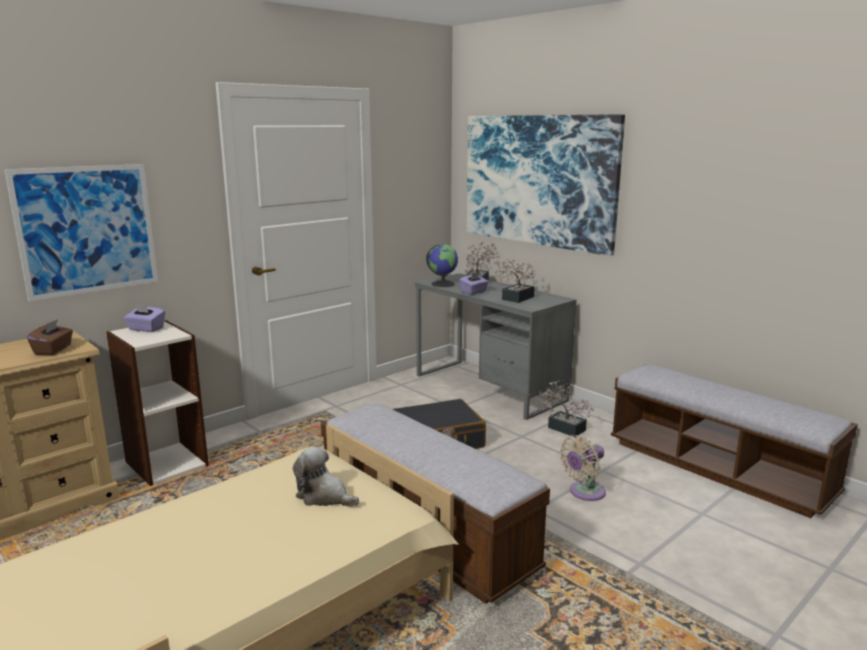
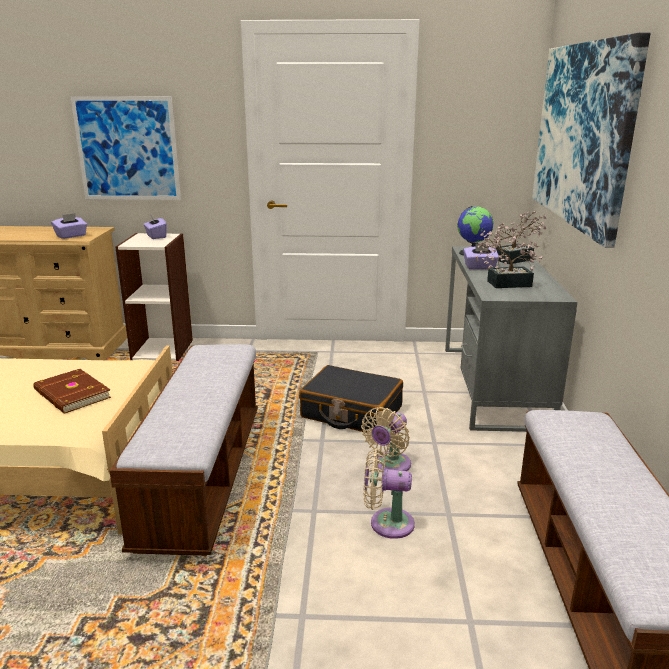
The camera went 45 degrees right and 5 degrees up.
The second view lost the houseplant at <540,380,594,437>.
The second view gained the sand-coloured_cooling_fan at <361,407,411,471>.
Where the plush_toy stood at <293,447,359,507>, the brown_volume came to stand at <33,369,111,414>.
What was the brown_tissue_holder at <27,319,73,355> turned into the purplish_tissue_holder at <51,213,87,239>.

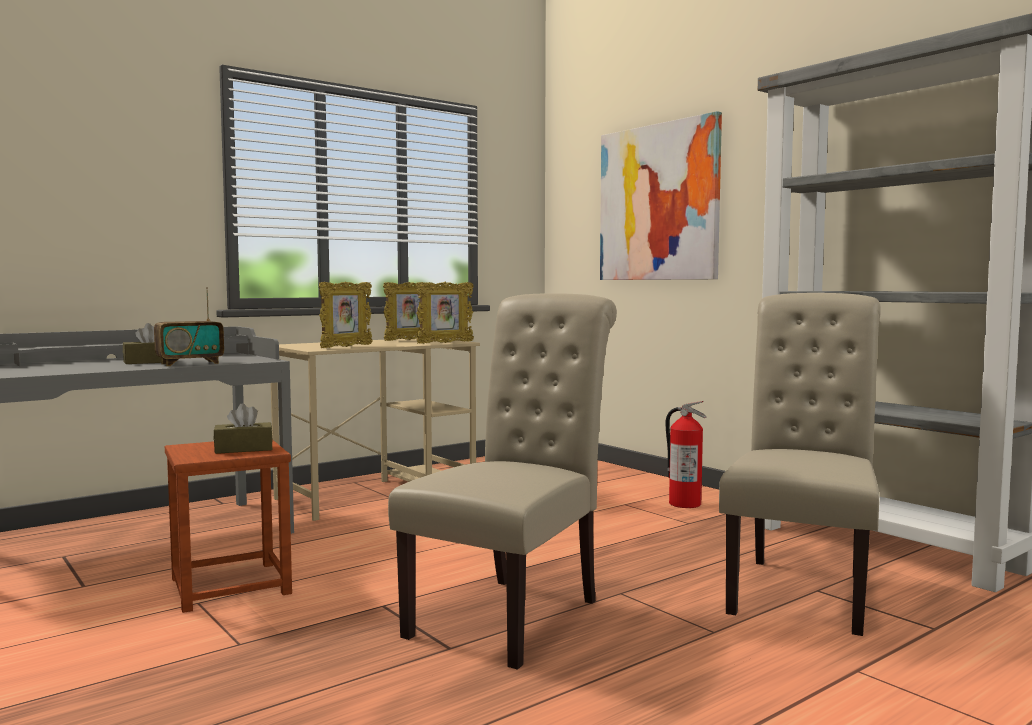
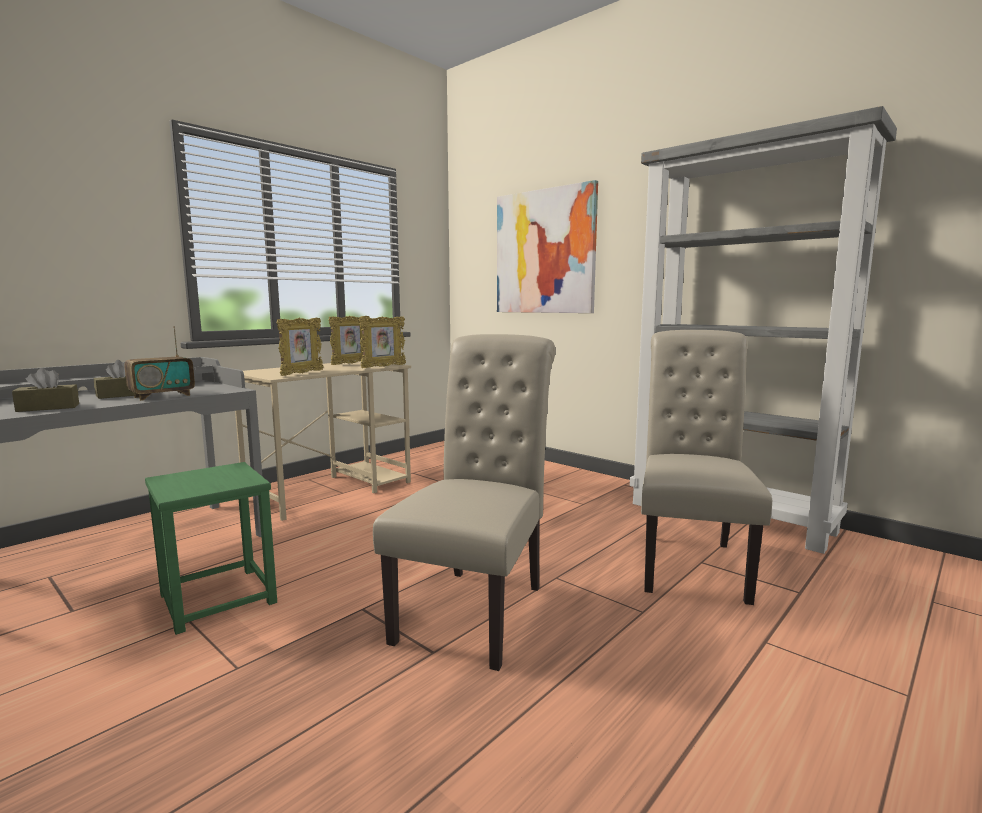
The camera went 10 degrees left and 5 degrees up.
The second view lost the fire-fighting_cylinder at <665,401,707,508>.
The brown_tissue_holder ended up elsewhere, having gone from <213,403,273,454> to <12,368,79,412>.
What was the brown_stool_seat at <165,440,292,613> turned into the green-coloured_stool_seat at <145,462,277,635>.

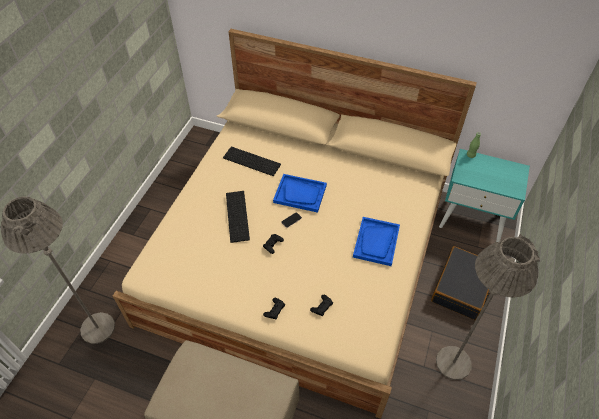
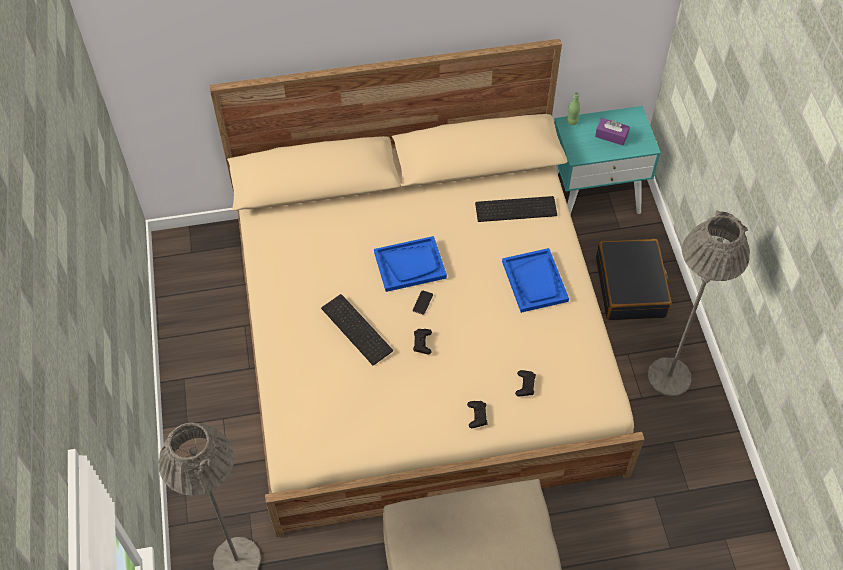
The camera went 30 degrees left and 5 degrees up.
The second view gained the purplish_tissue_holder at <595,118,630,145>.
The PC_keyboard ended up elsewhere, having gone from <223,147,281,176> to <475,196,557,222>.

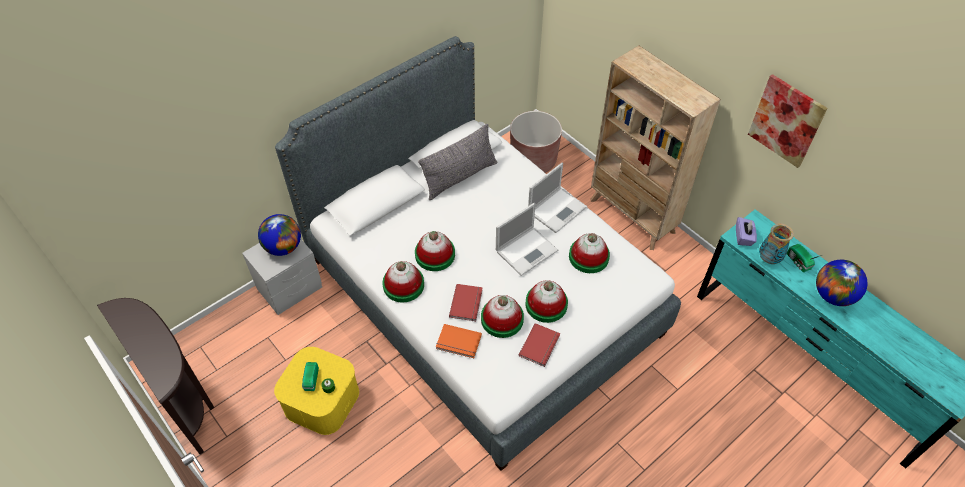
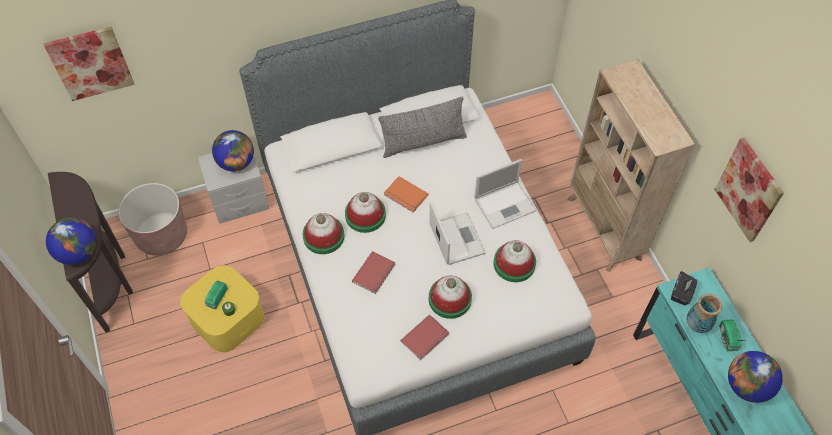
The camera went 20 degrees right and 5 degrees up.
The second view lost the hat at <481,295,524,338>.
The second view gained the wall_picture at <44,26,134,101>.
The second view gained the globe at <46,218,96,265>.
The orange-coloured_volume ended up elsewhere, having gone from <436,324,482,358> to <384,176,428,213>.
The brown_plant_pot ended up elsewhere, having gone from <510,111,562,173> to <118,183,187,256>.
What was the purplish_tissue_holder at <736,217,757,246> turned into the black-coloured_tissue_holder at <671,271,697,305>.
The laptop at <496,203,558,276> ended up facing another way, 90 degrees counterclockwise from before.

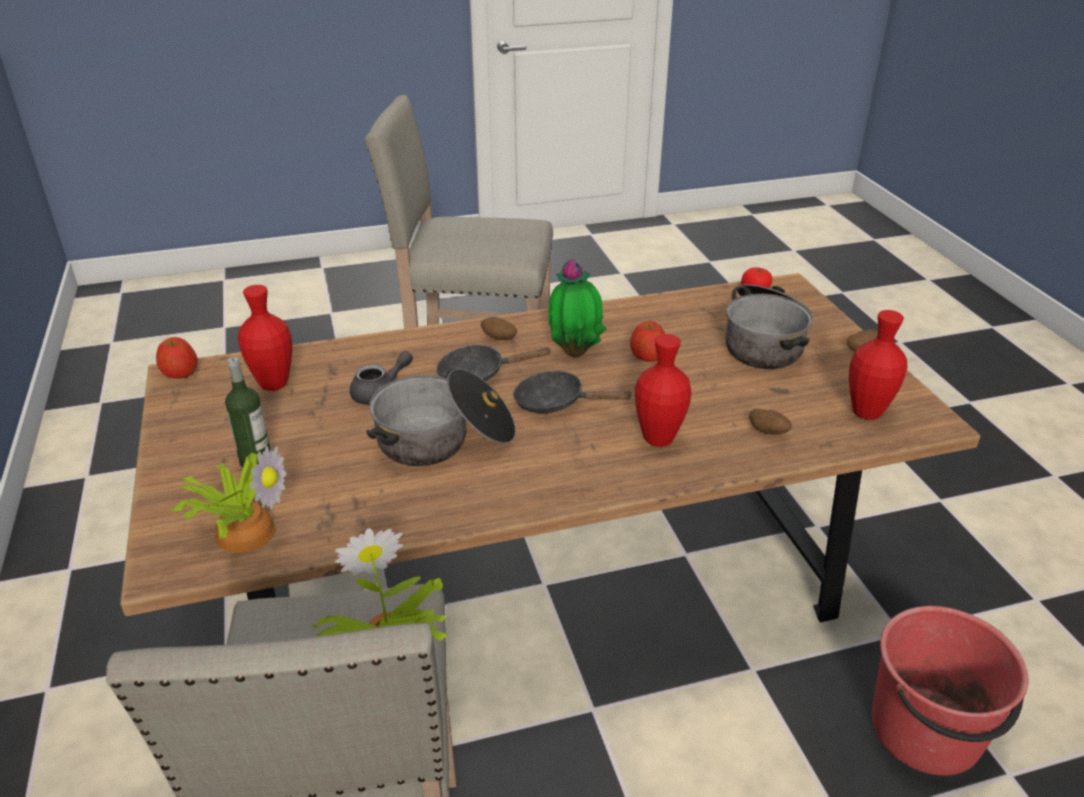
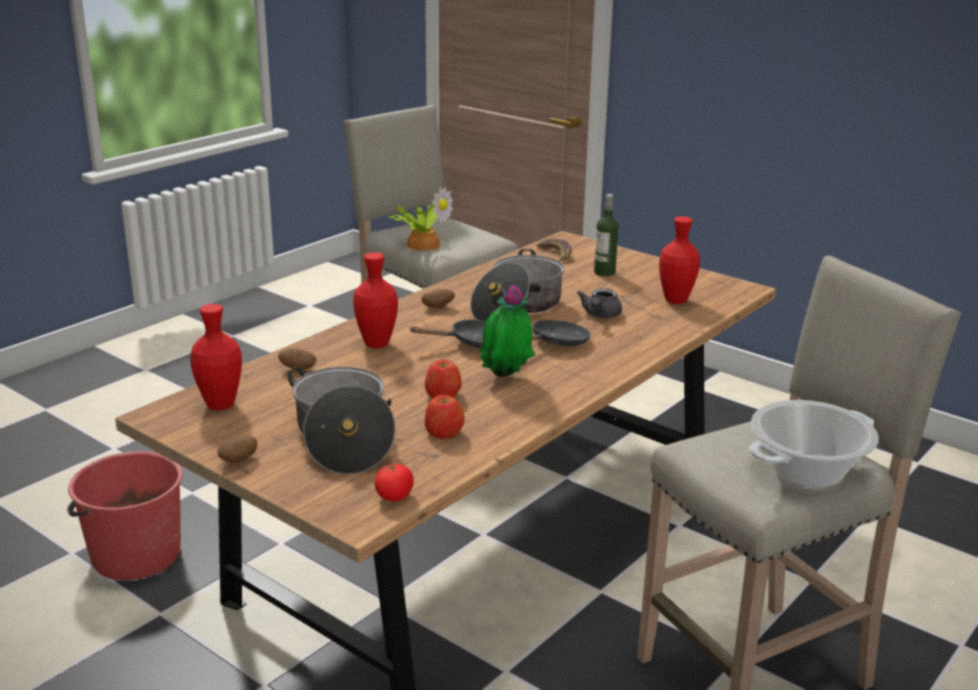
The camera went 145 degrees right and 10 degrees down.
The second view gained the cooking_pot at <749,400,879,487>.
The apple_fruit ended up elsewhere, having gone from <156,337,198,379> to <425,395,465,439>.
The whole_potato ended up elsewhere, having gone from <481,317,517,340> to <421,289,455,308>.
Where the houseplant stood at <169,446,287,553>, the banana_fruit came to stand at <537,239,572,262>.

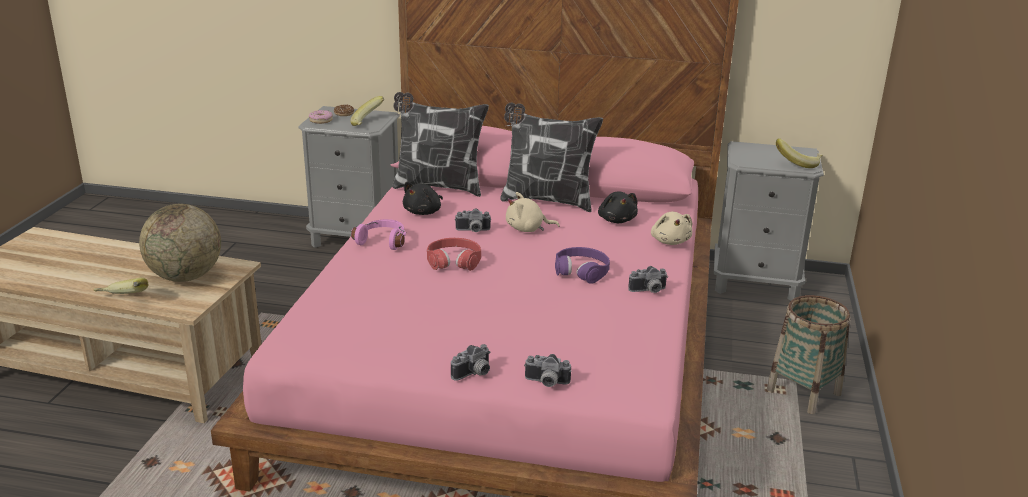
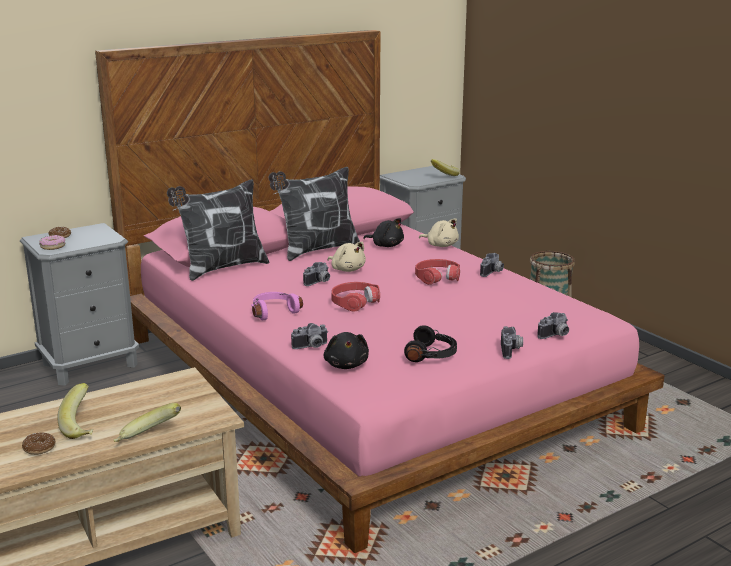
The camera went 45 degrees left and 5 degrees down.
The second view lost the globe at <139,204,221,282>.
The second view gained the doughnut at <22,432,56,455>.
The second view gained the still_camera at <291,323,328,349>.
The second view gained the black-coloured_headset at <404,325,457,362>.
The banana_fruit ended up elsewhere, having gone from <350,96,384,126> to <58,383,93,439>.
The black-coloured_plush_toy ended up elsewhere, having gone from <403,182,443,215> to <324,332,369,369>.
What was the purplish_headset at <555,247,610,283> turned into the red-coloured_headset at <415,259,460,285>.
The sand-coloured_plush_toy at <506,192,560,232> ended up facing another way, 90 degrees counterclockwise from before.

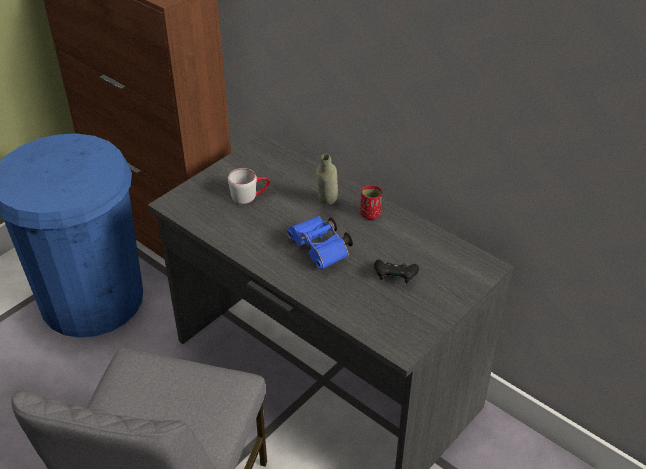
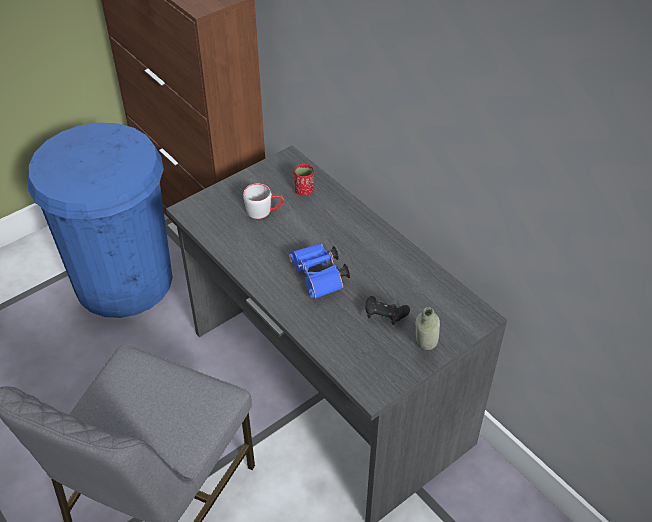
The camera went 10 degrees right and 5 degrees up.
The gray_bottle ended up elsewhere, having gone from <316,154,338,205> to <416,307,440,350>.
The red-coloured_cup ended up elsewhere, having gone from <360,185,382,219> to <294,164,314,196>.

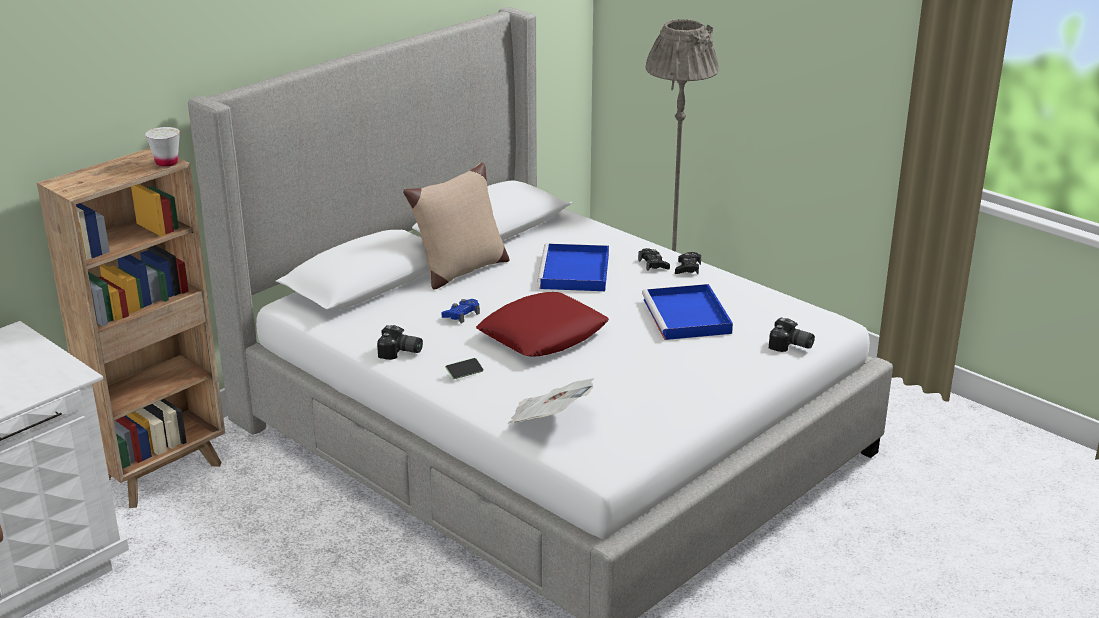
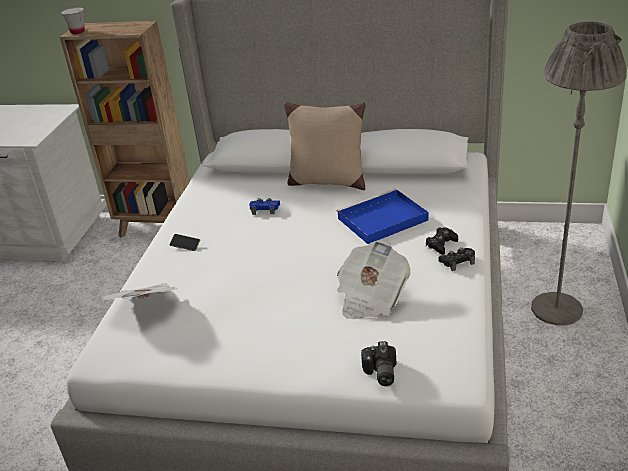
The camera went 60 degrees right and 5 degrees up.
The second view lost the still_camera at <377,325,423,360>.
The second view lost the red-coloured_cushion at <476,292,609,357>.
The whitish_cup ended up elsewhere, having gone from <145,127,180,167> to <61,8,85,34>.
Where the bluish_tray stood at <642,284,733,340>, the daily_paper came to stand at <337,240,411,319>.

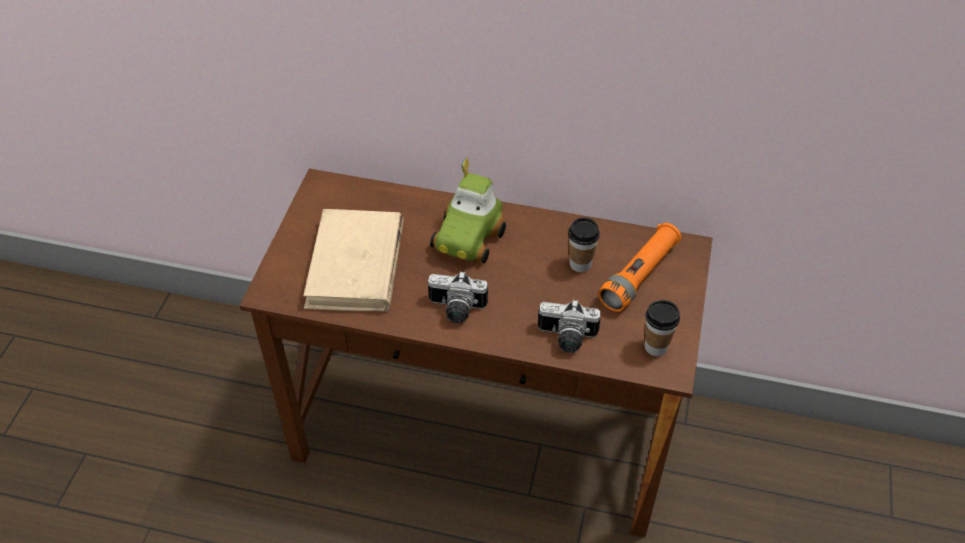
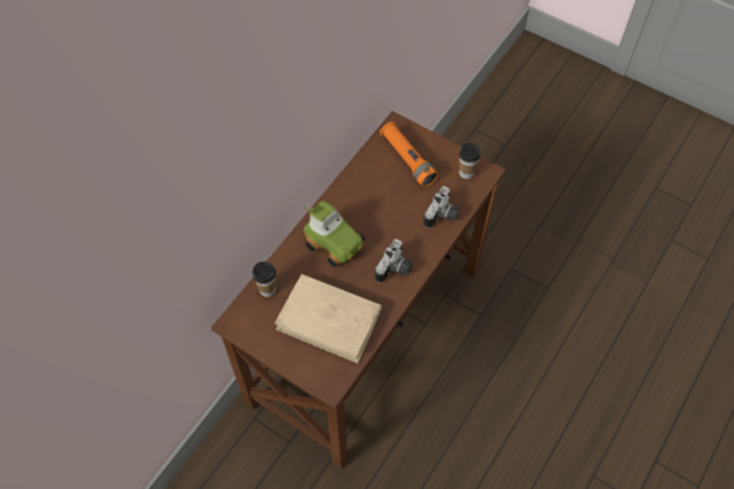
The camera went 70 degrees left and 10 degrees up.
The cup ended up elsewhere, having gone from <568,217,600,272> to <252,262,276,297>.

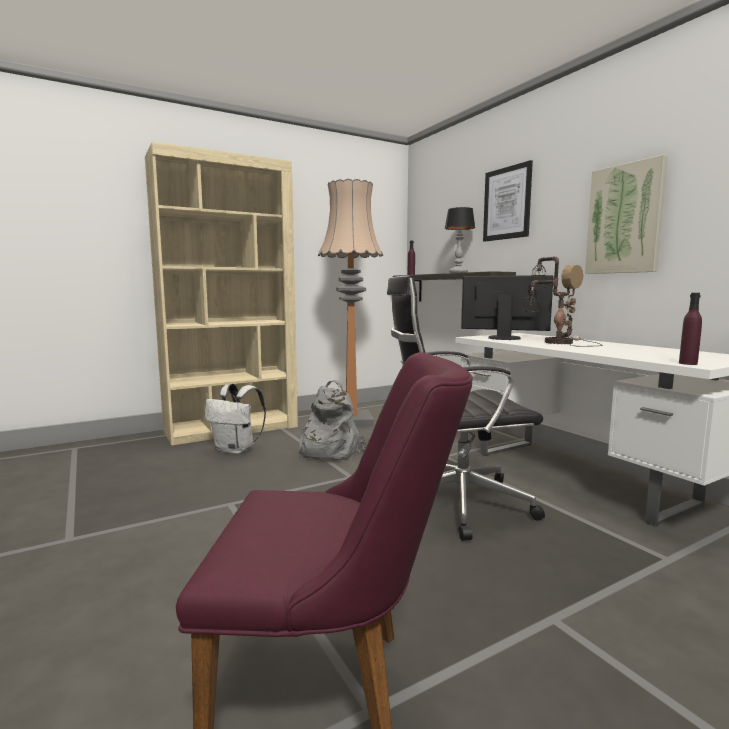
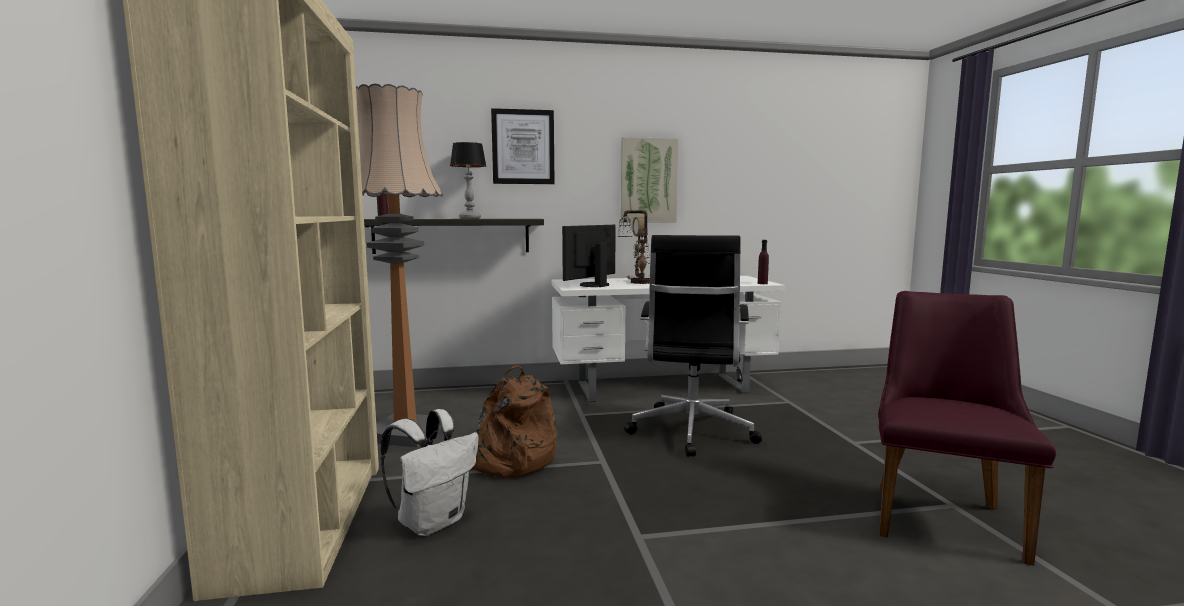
The camera went 70 degrees left and 0 degrees up.
What was the gray_backpack at <298,380,366,461> turned into the brown_backpack at <471,365,557,478>.

